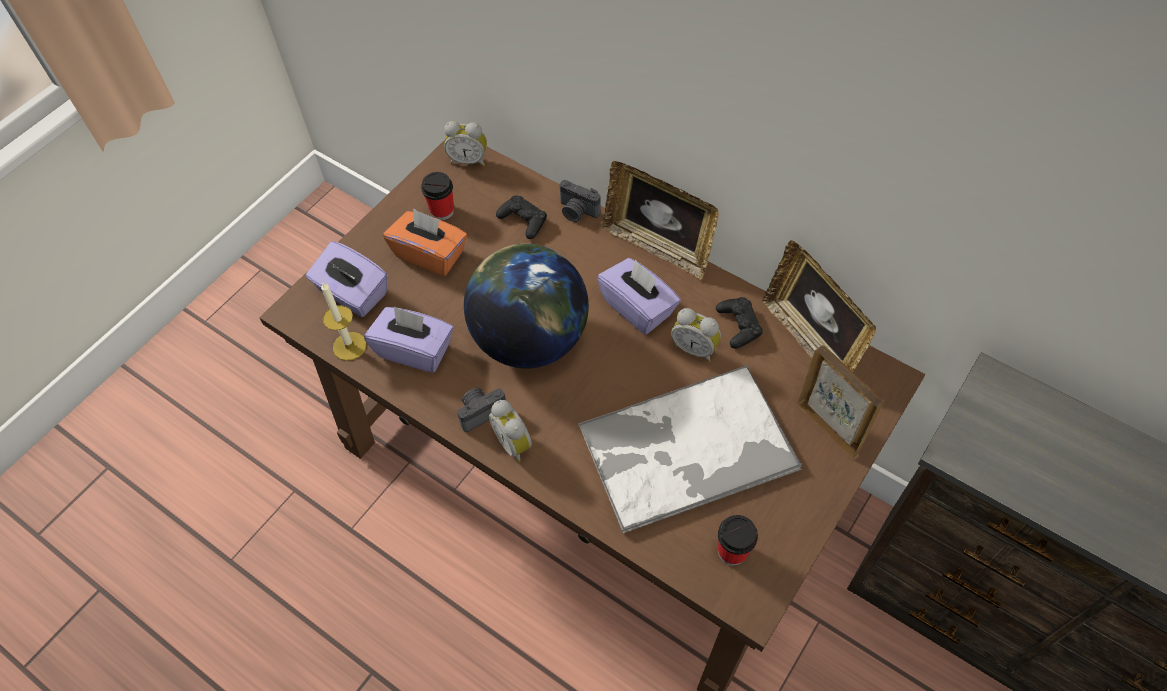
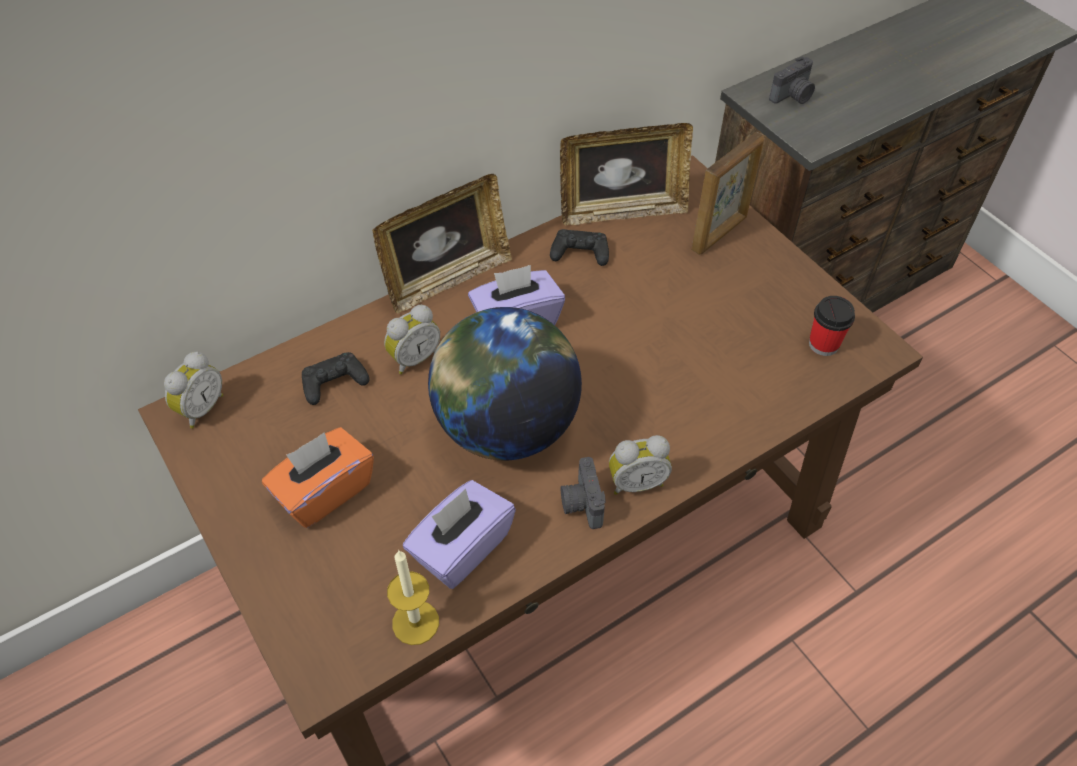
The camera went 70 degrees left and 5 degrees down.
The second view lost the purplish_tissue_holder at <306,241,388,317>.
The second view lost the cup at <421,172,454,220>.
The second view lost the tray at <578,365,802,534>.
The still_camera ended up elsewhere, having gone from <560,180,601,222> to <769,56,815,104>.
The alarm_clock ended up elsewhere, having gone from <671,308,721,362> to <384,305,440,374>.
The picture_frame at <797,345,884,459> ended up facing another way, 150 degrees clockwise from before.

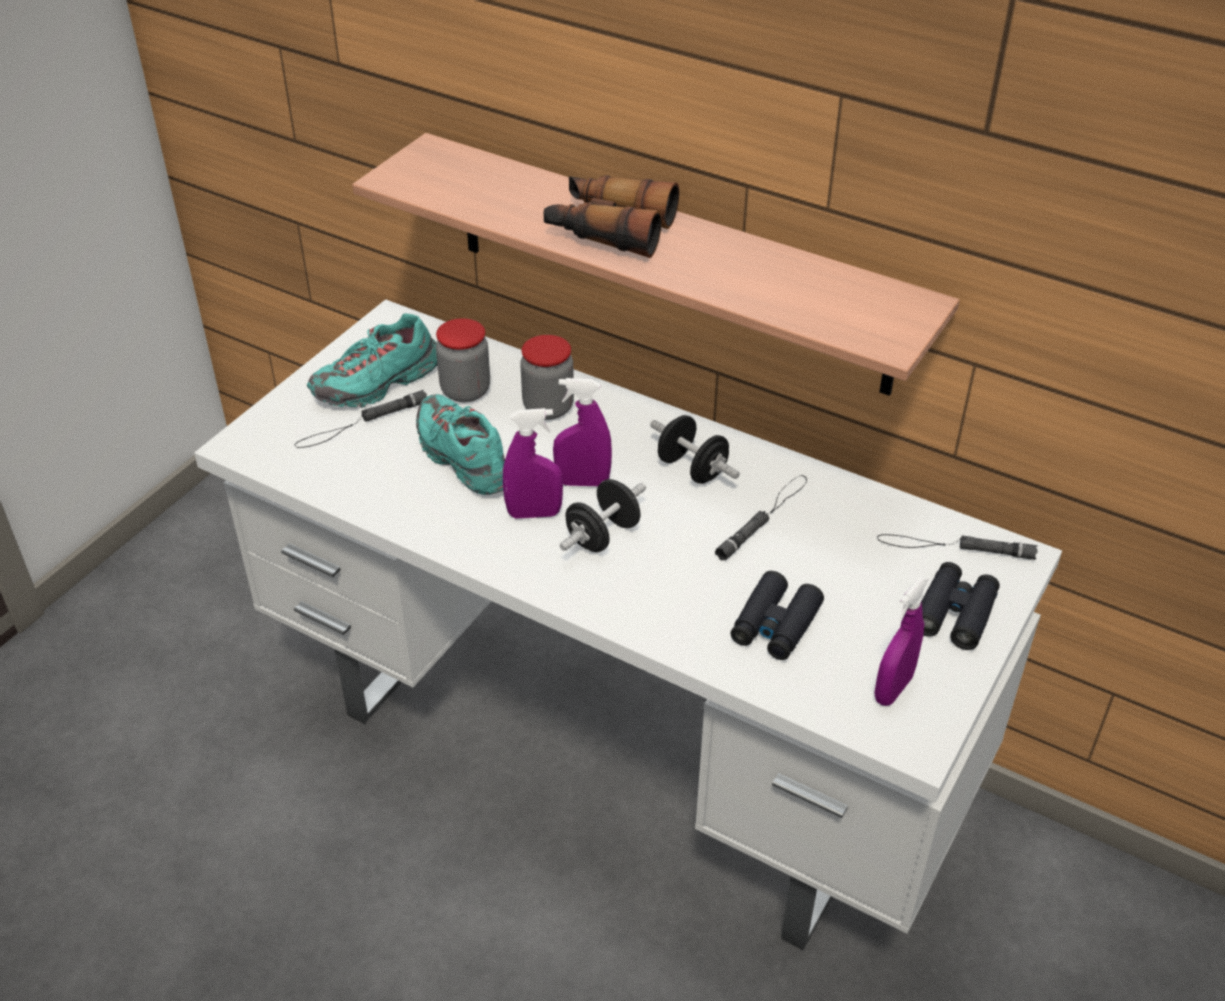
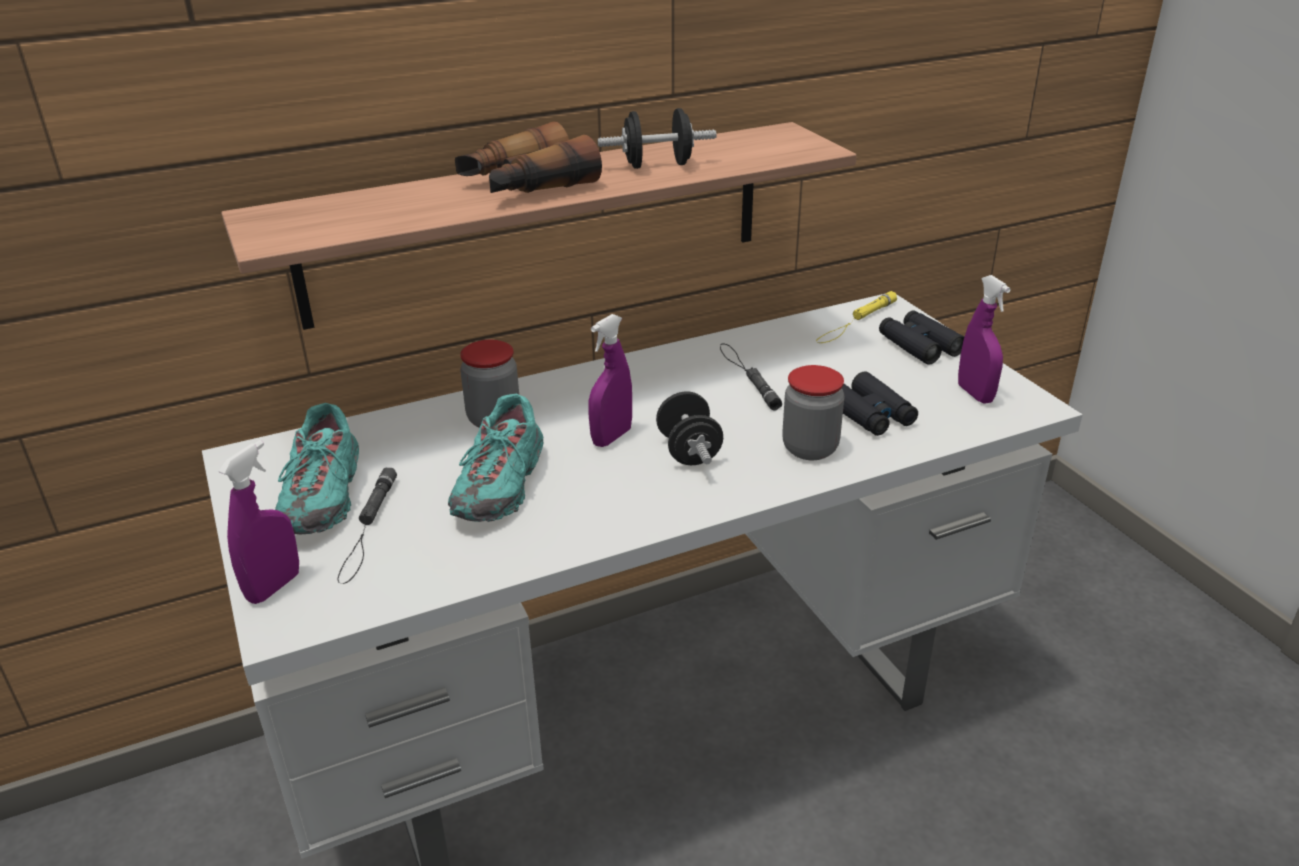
The camera went 55 degrees left and 10 degrees down.
The storage_jar ended up elsewhere, having gone from <436,318,490,402> to <782,365,845,460>.
The purplish_sprayer ended up elsewhere, having gone from <503,408,563,519> to <219,440,299,604>.
The black-coloured_dumbbell ended up elsewhere, having gone from <650,415,740,484> to <598,108,717,169>.
What was the black-coloured_torch at <877,534,1038,560> turned into the yellowish_torch at <816,291,897,343>.
The blue-green_shoe at <416,394,505,495> ended up facing another way, 75 degrees counterclockwise from before.

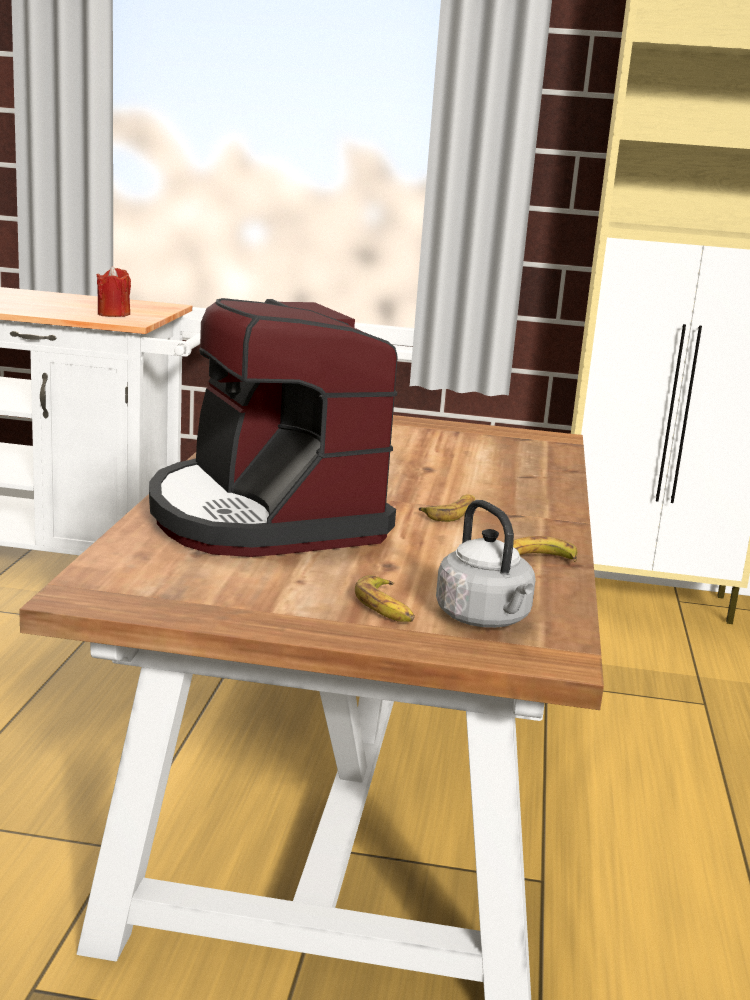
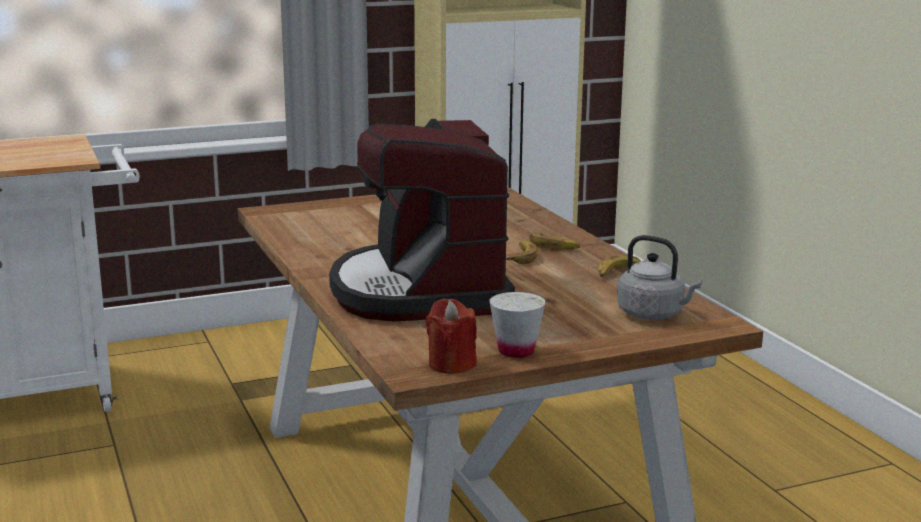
The camera went 30 degrees left and 0 degrees up.
The second view gained the whitish_cup at <489,292,546,358>.
The red-coloured_wax_light ended up elsewhere, having gone from <96,266,131,317> to <426,299,477,374>.
The banana_fruit ended up elsewhere, having gone from <355,575,415,622> to <529,232,580,250>.
The coffee_machine at <149,298,398,557> ended up facing another way, 45 degrees clockwise from before.

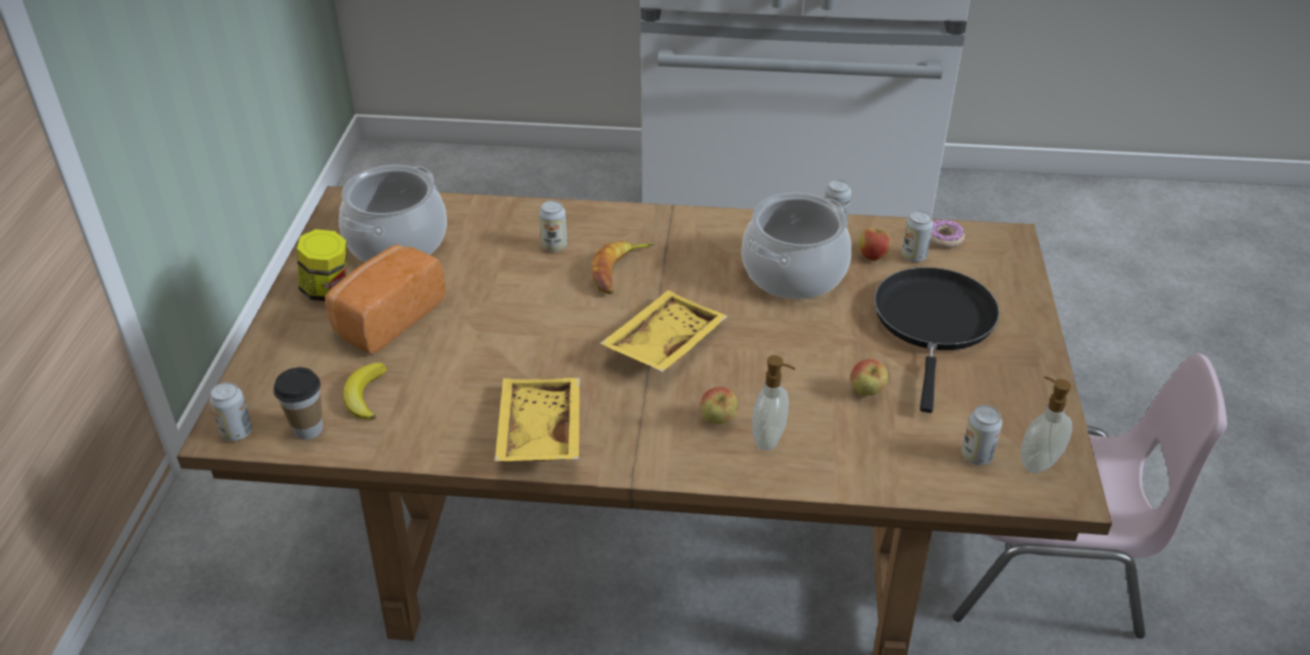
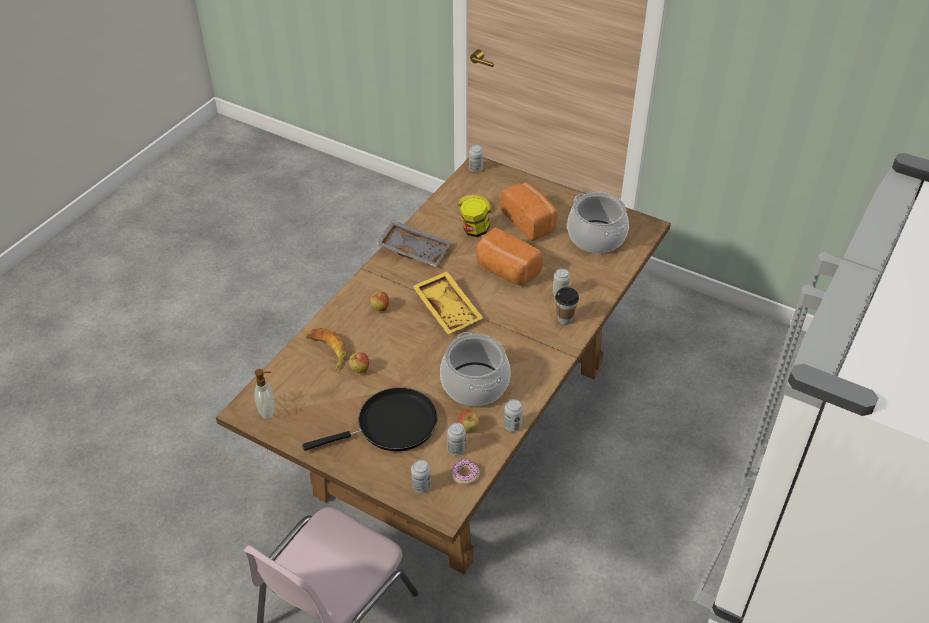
The camera went 115 degrees right and 5 degrees up.
The second view lost the liquid_soap_bottle at <752,355,795,451>.
The second view gained the bakery_bread at <476,227,543,286>.
The cup ended up elsewhere, having gone from <273,367,323,440> to <555,287,579,325>.
The storage_jar ended up elsewhere, having gone from <297,229,347,301> to <460,198,490,237>.
The banana_fruit ended up elsewhere, having gone from <592,241,655,294> to <306,328,346,370>.
The metal_can ended up elsewhere, having gone from <961,405,1002,465> to <411,460,431,493>.
What was the yellowish_tray at <495,378,580,461> turned into the gray_tray at <376,220,452,267>.
The black-coloured_skillet at <874,267,1000,413> ended up facing another way, 60 degrees counterclockwise from before.

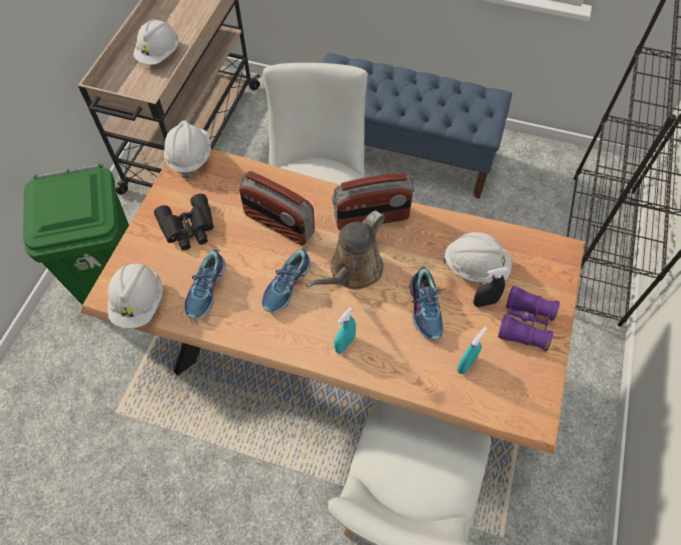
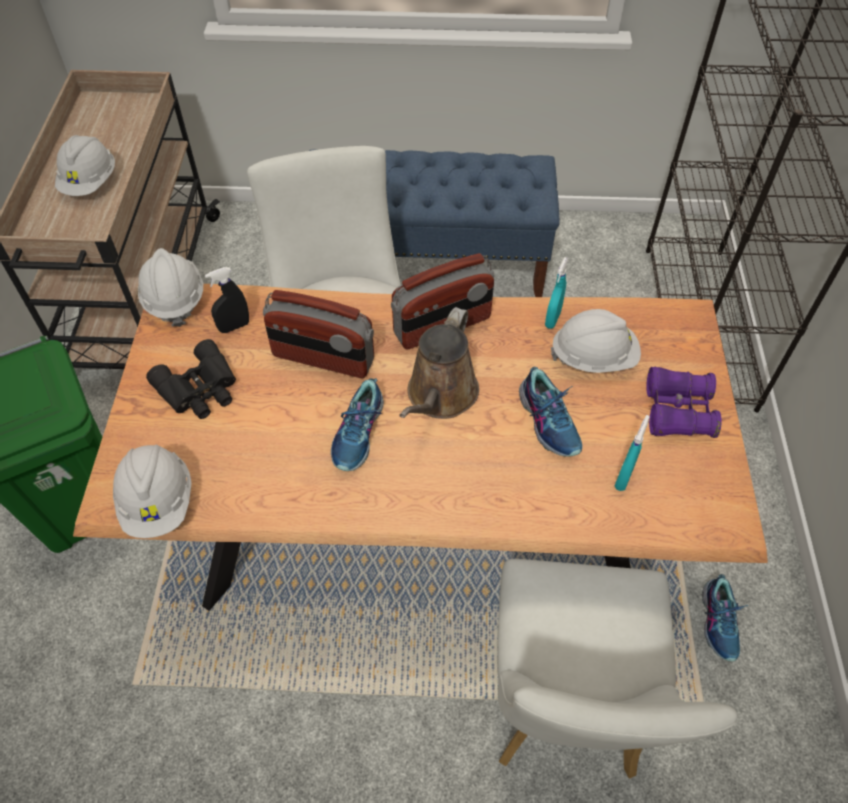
The camera went 15 degrees left and 5 degrees down.
The shoe ended up elsewhere, having gone from <185,249,226,319> to <702,574,749,661>.
The blue-green_sprayer ended up elsewhere, having gone from <334,308,356,354> to <545,257,569,329>.
The black-coloured_sprayer ended up elsewhere, having gone from <473,267,508,307> to <205,267,249,333>.

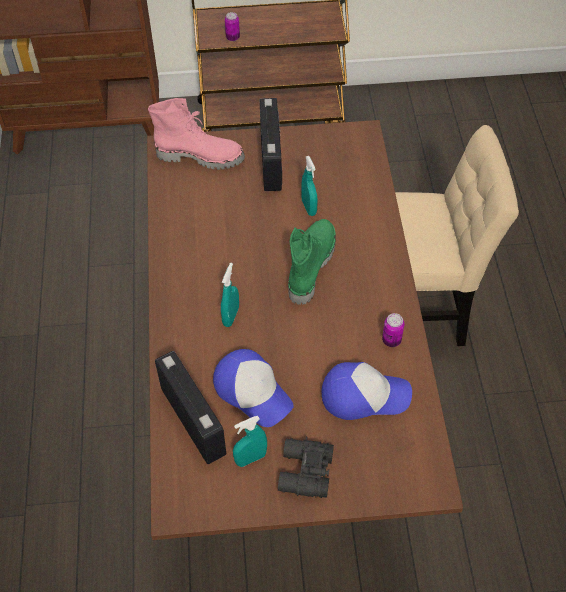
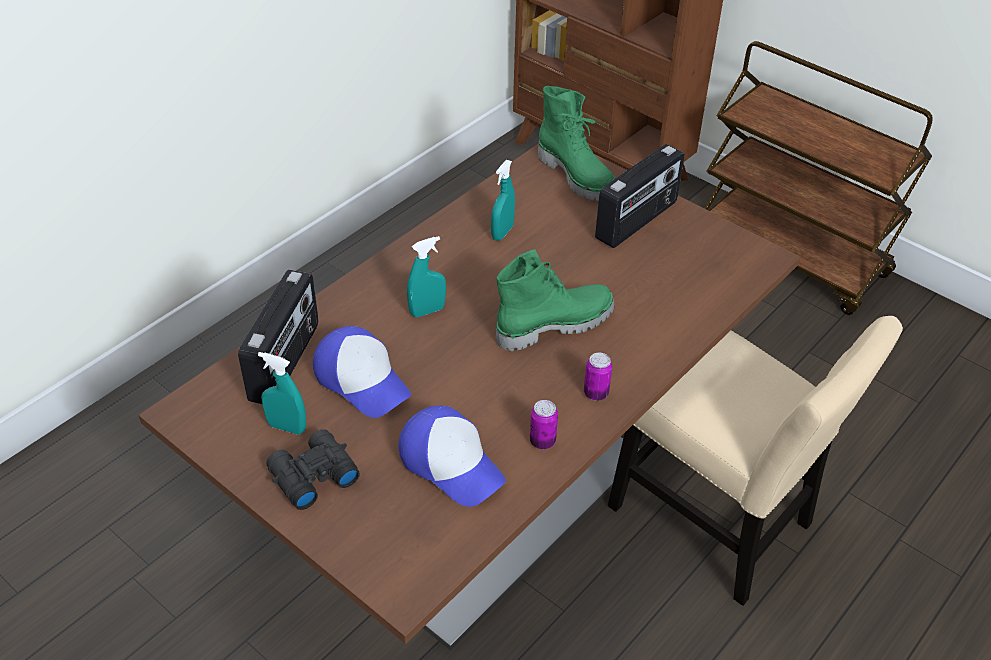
The camera went 45 degrees right and 10 degrees down.
The metal_can ended up elsewhere, having gone from <225,12,240,41> to <584,353,612,401>.
The blue-green_sprayer ended up elsewhere, having gone from <301,156,318,216> to <491,160,515,241>.
What was the pink_high-top_boot at <148,98,245,170> turned into the green-coloured_high-top_boot at <538,86,615,201>.
The baseball_cap at <213,349,294,427> ended up facing another way, 45 degrees counterclockwise from before.

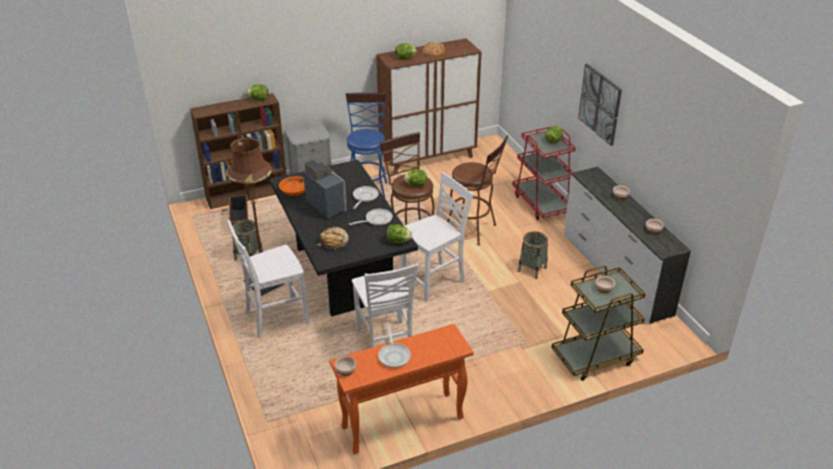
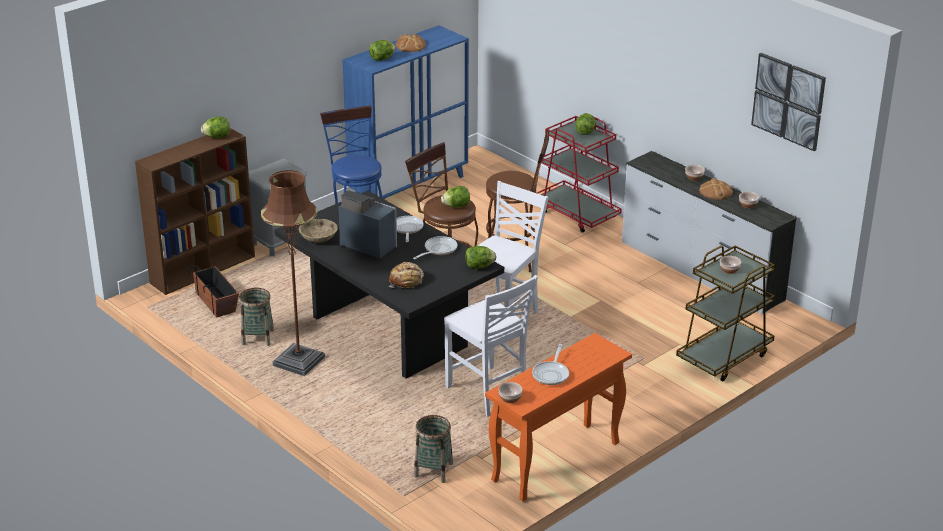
The camera went 20 degrees left and 5 degrees down.
The second view lost the whitish_chair at <227,220,310,337>.
The second view gained the bakery_bread at <699,178,733,200>.
The storage_basket ended up elsewhere, having gone from <518,231,548,279> to <414,415,453,483>.
The wall_picture ended up elsewhere, having gone from <578,64,622,146> to <751,53,826,151>.
What was the orange-coloured_bowl at <279,176,305,196> turned into the sand-coloured_bowl at <299,219,338,243>.
What was the brown_cabinet at <376,38,482,174> turned into the bluish_cabinet at <343,25,469,200>.
The skillet at <378,325,411,368> ended up facing another way, 45 degrees clockwise from before.

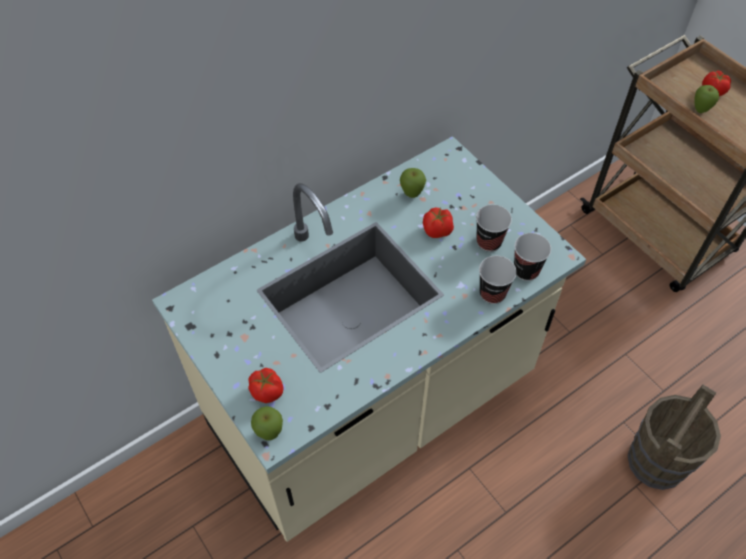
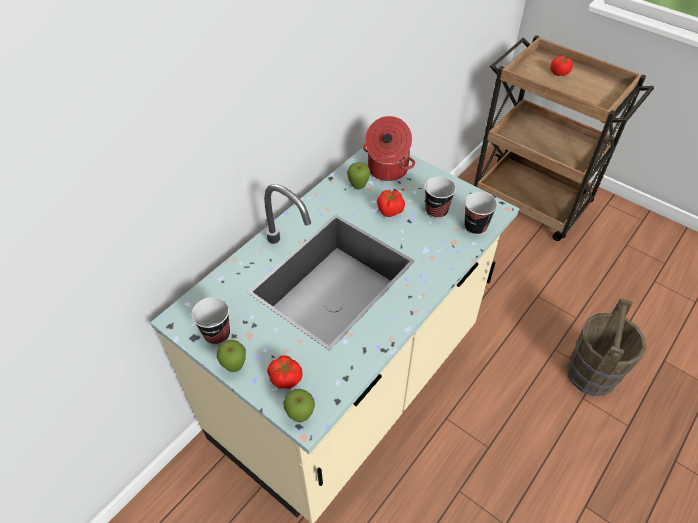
The camera went 15 degrees left and 5 degrees down.
The second view gained the cooking_pot at <363,116,415,181>.
The cup ended up elsewhere, having gone from <479,256,517,304> to <191,297,230,345>.
The apple_fruit ended up elsewhere, having gone from <694,85,719,113> to <217,340,246,372>.

